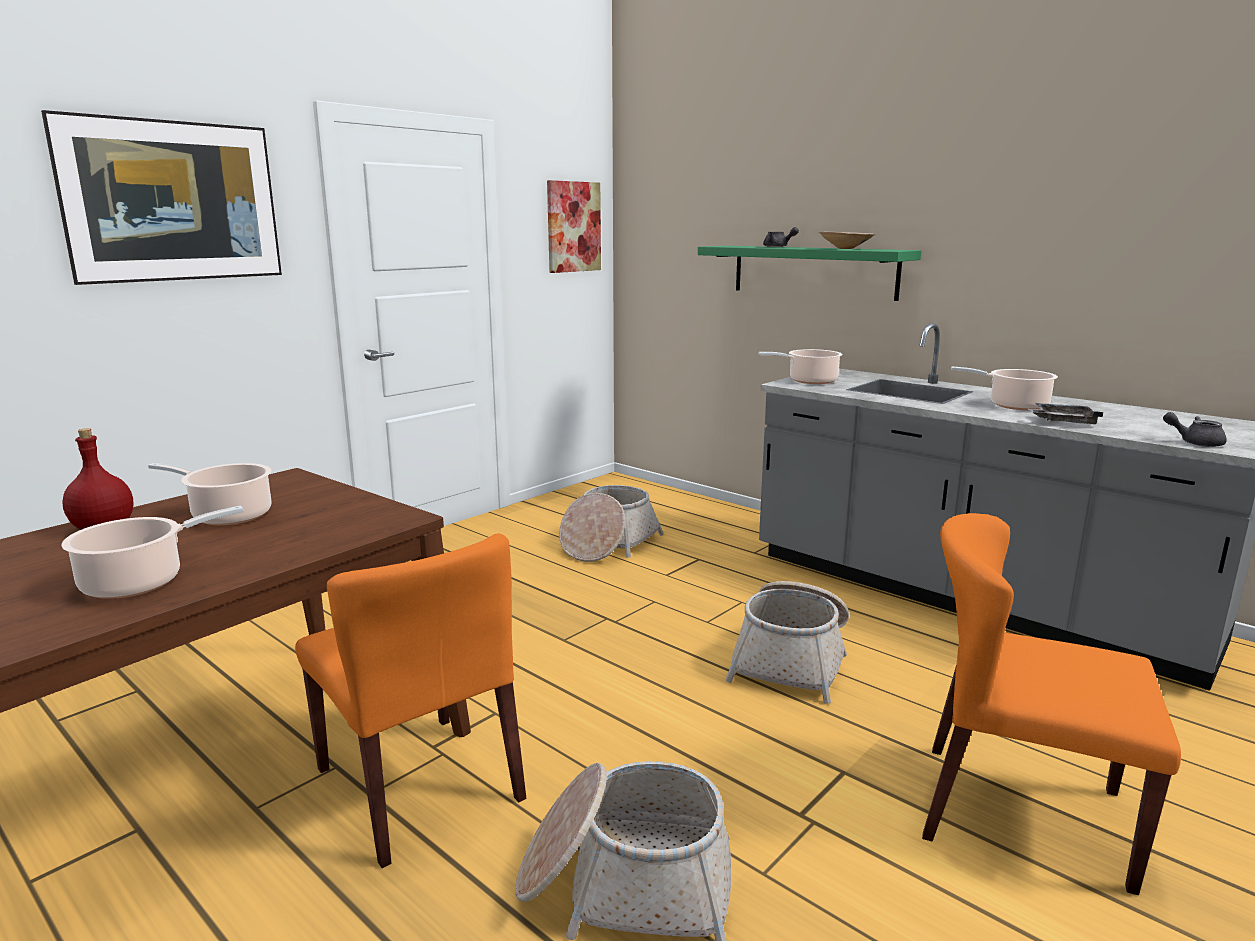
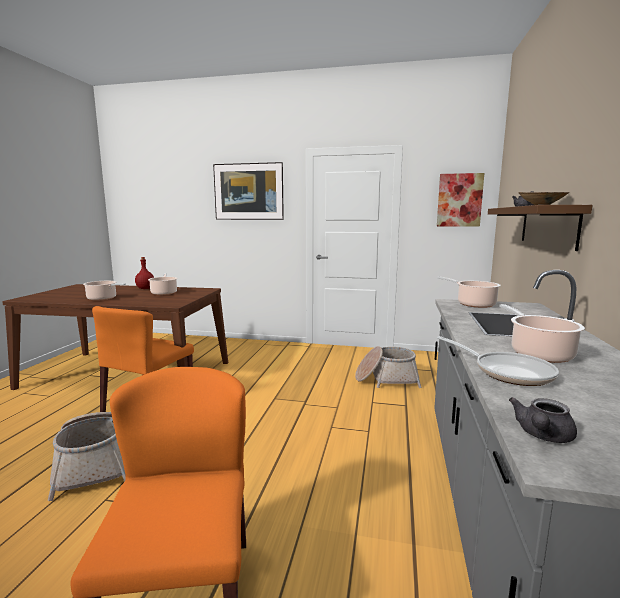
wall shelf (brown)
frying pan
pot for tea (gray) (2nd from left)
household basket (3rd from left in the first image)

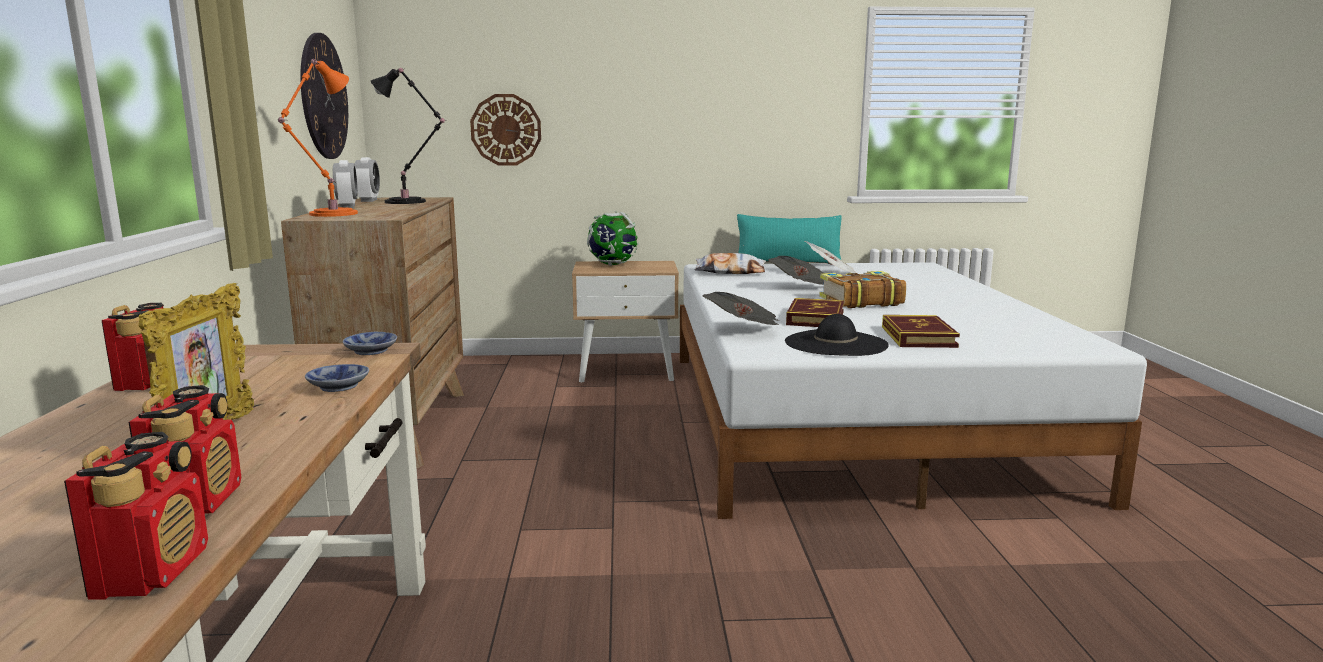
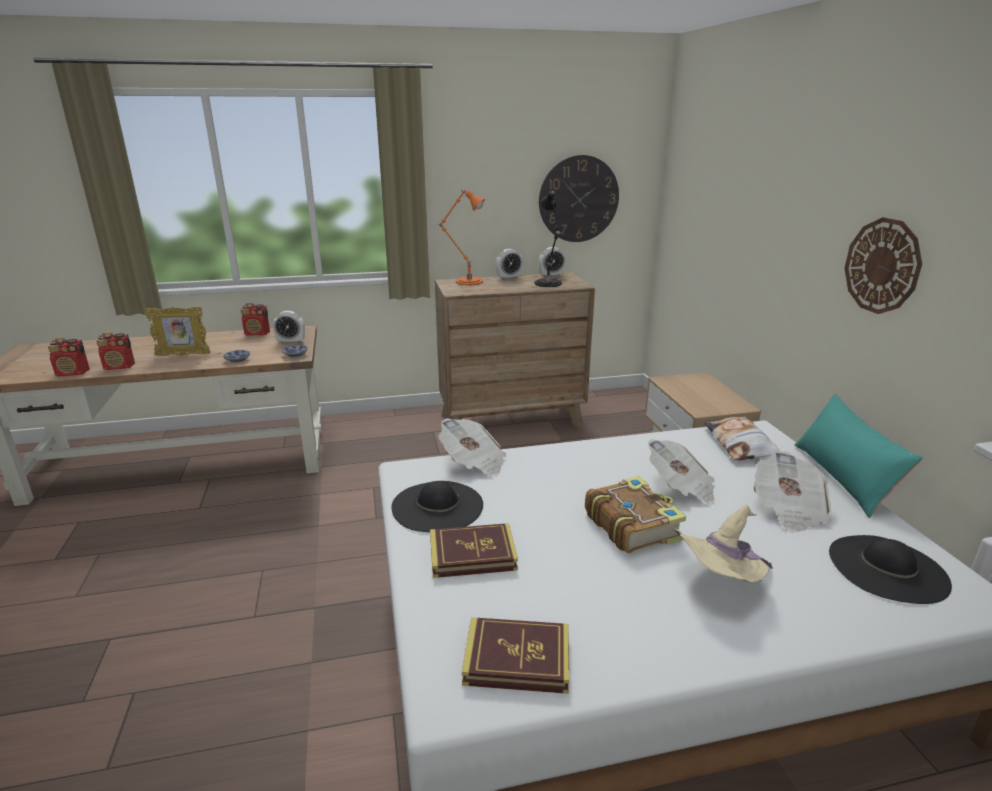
wall clock (2nd from left)
desk globe
bound book (2nd from left)
alarm clock (1st from left)
clothing hat (beige-coloured)
clothing hat (black) (2nd from left)

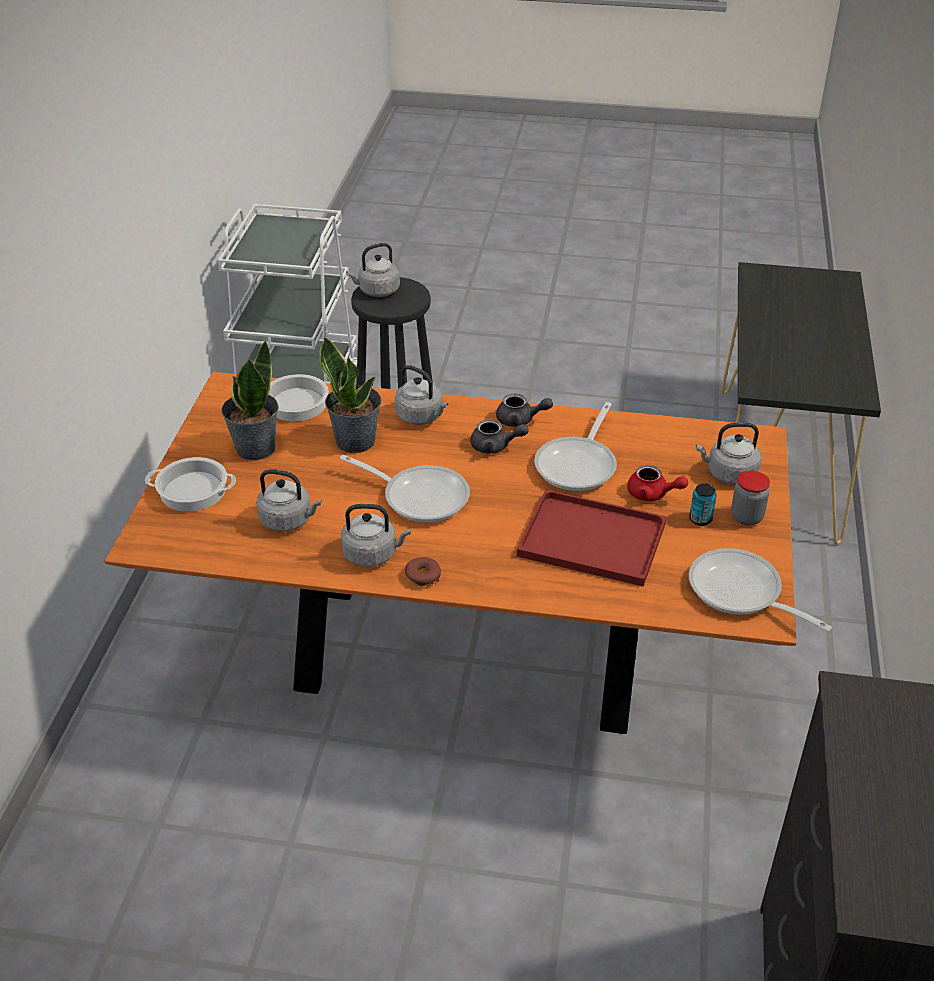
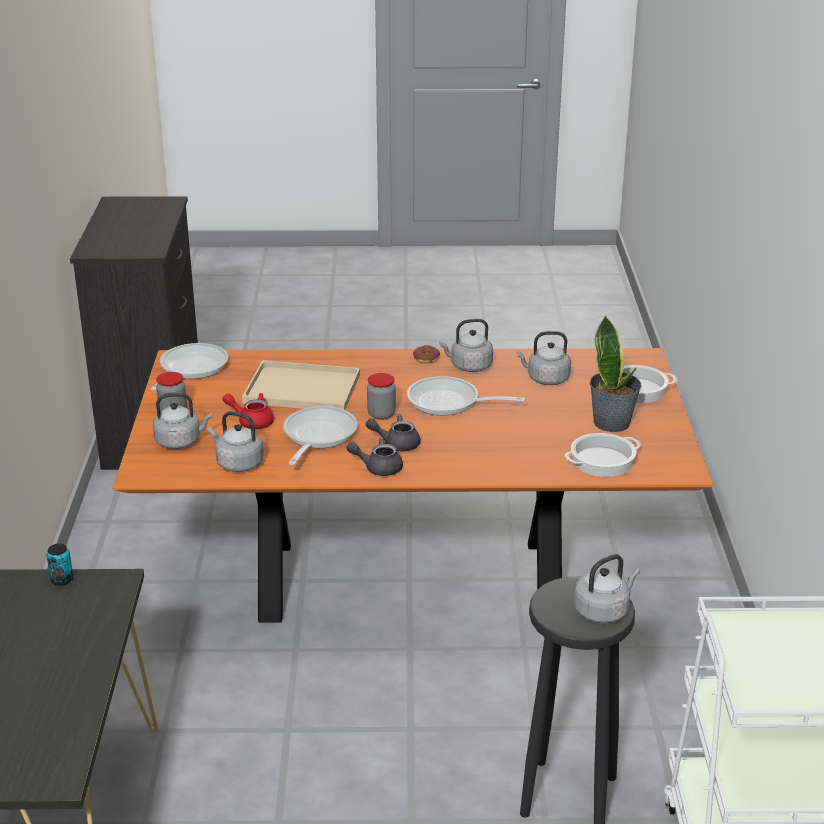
houseplant (2nd from left in the first image)
tea kettle (gray) (2nd from left)
metal can
tray (beige-coloured)
frying pan (1st from left)
preserve jar (2nd from left)

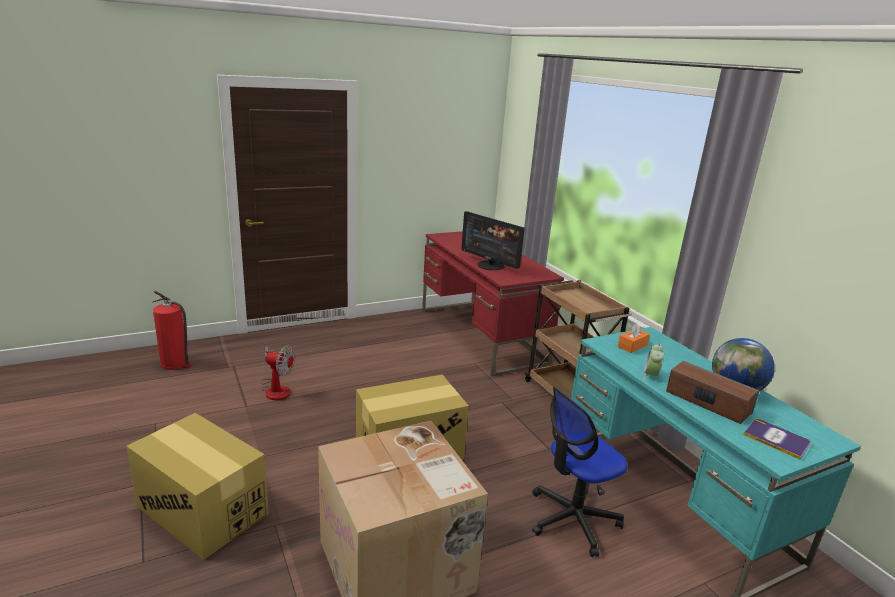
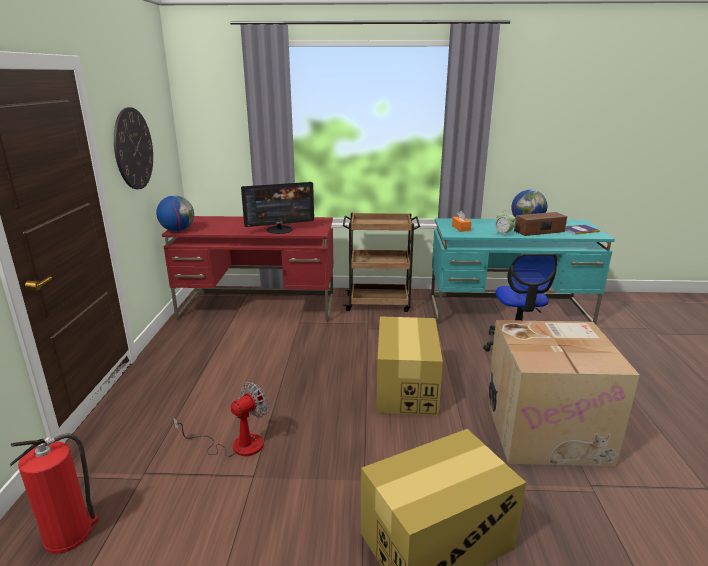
wall clock
desk globe (1st from left)

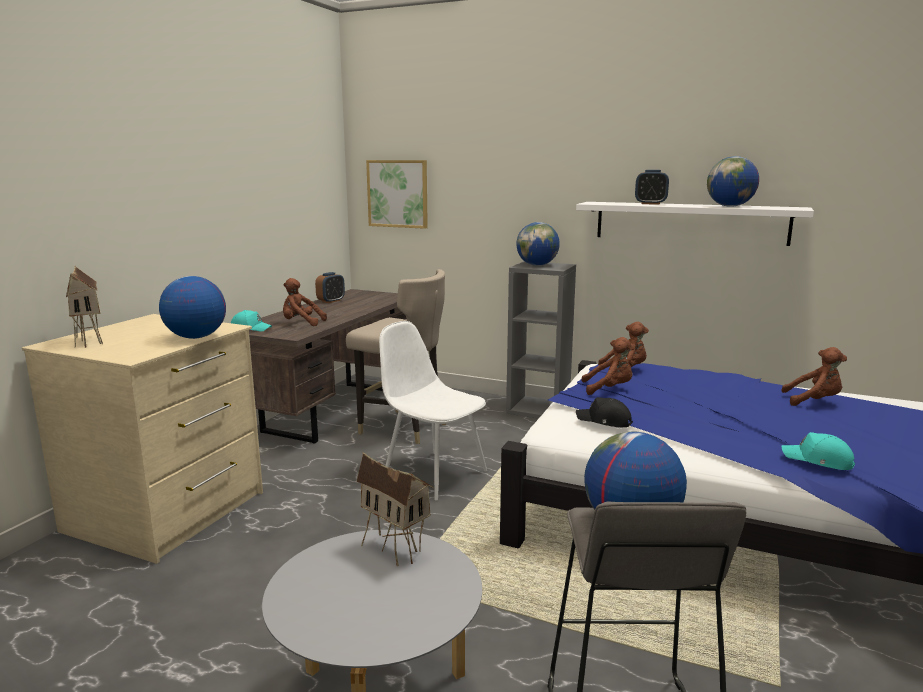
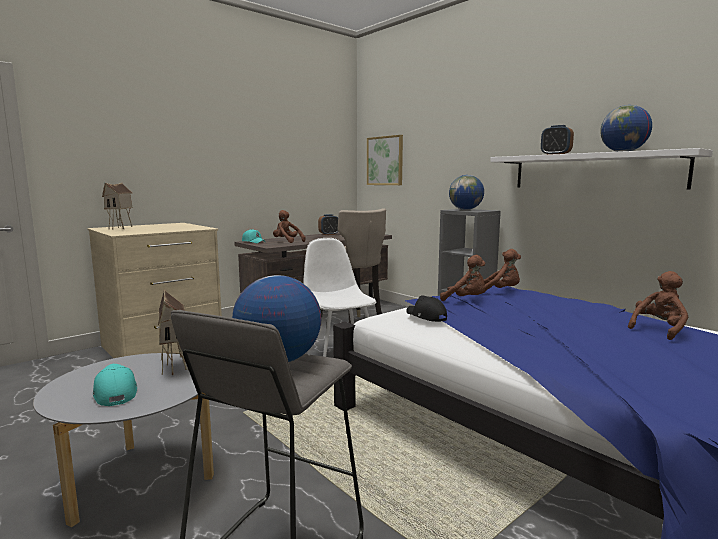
desk globe (1st from left in the first image)
soft toy (brown) (4th from left)
cap (turquoise) (1st from left)

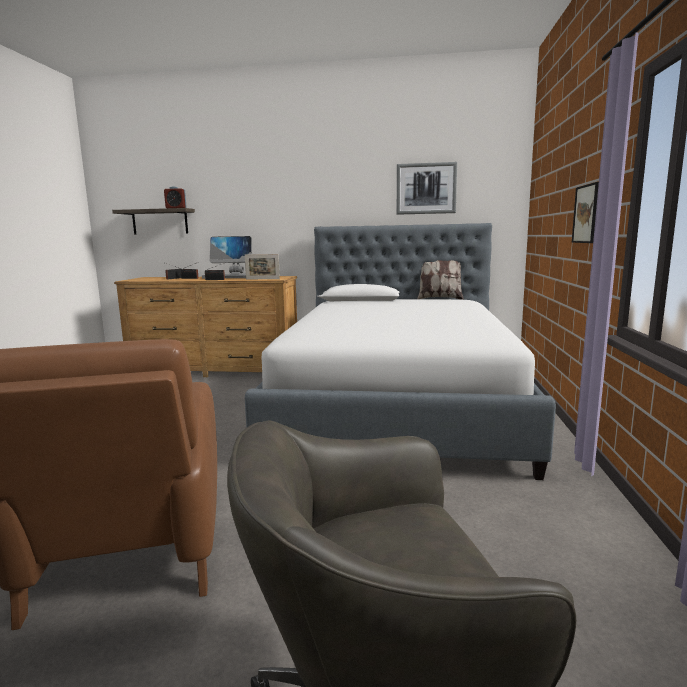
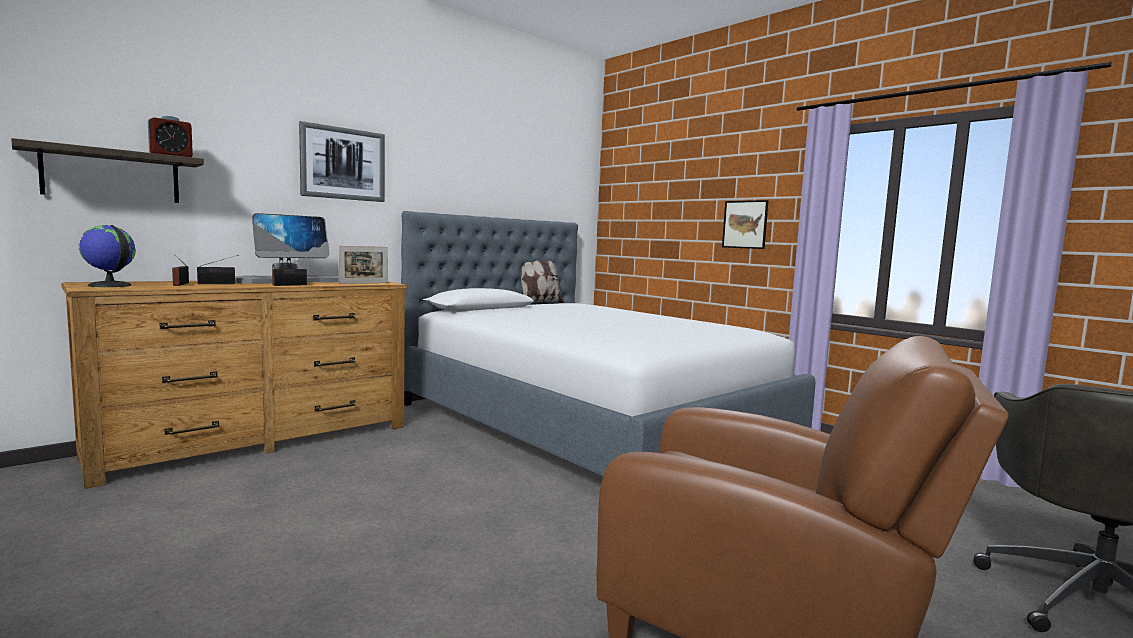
picture (1st from left)
desk globe

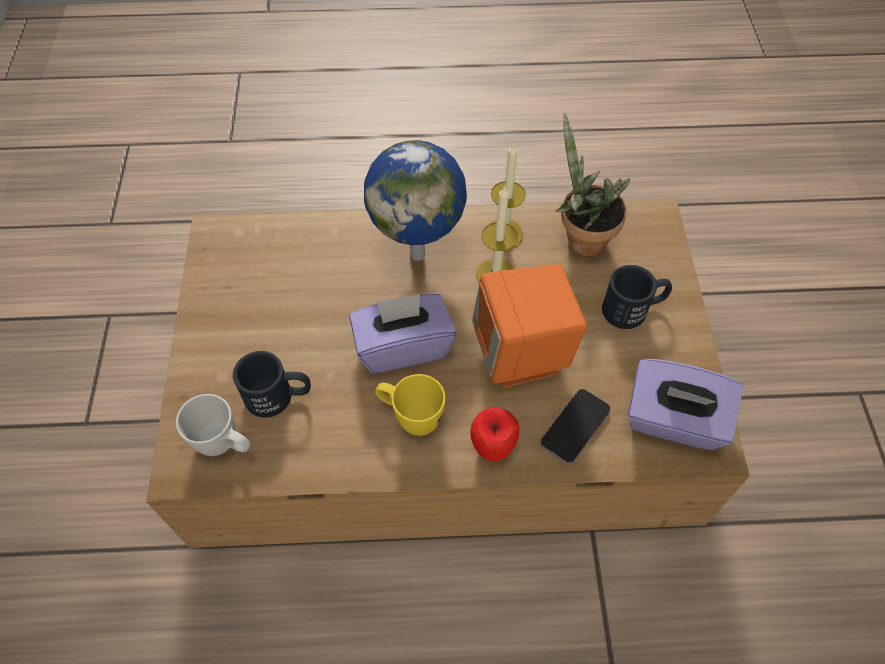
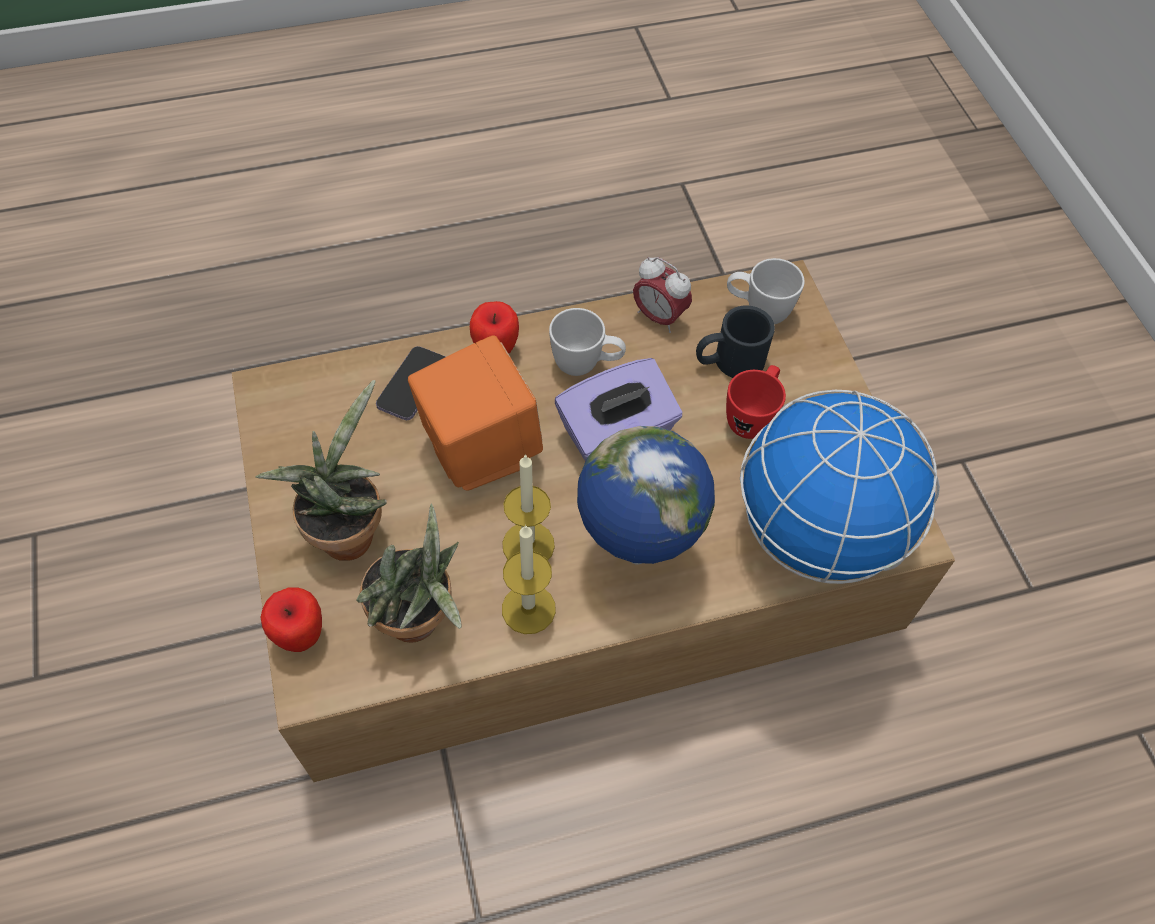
houseplant (1st from left)
tissue holder (purple) (2nd from left in the first image)
coffee mug (whitish) (1st from left)
alarm clock
coffee mug (red)
desk globe (2nd from left)
whole apple (1st from left)

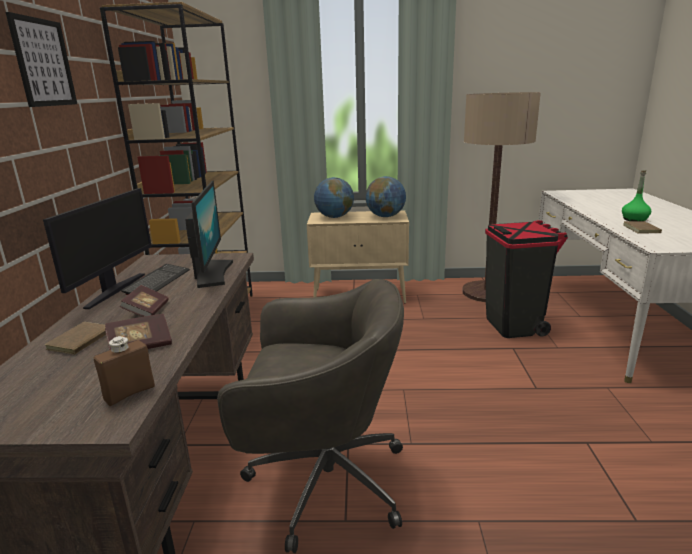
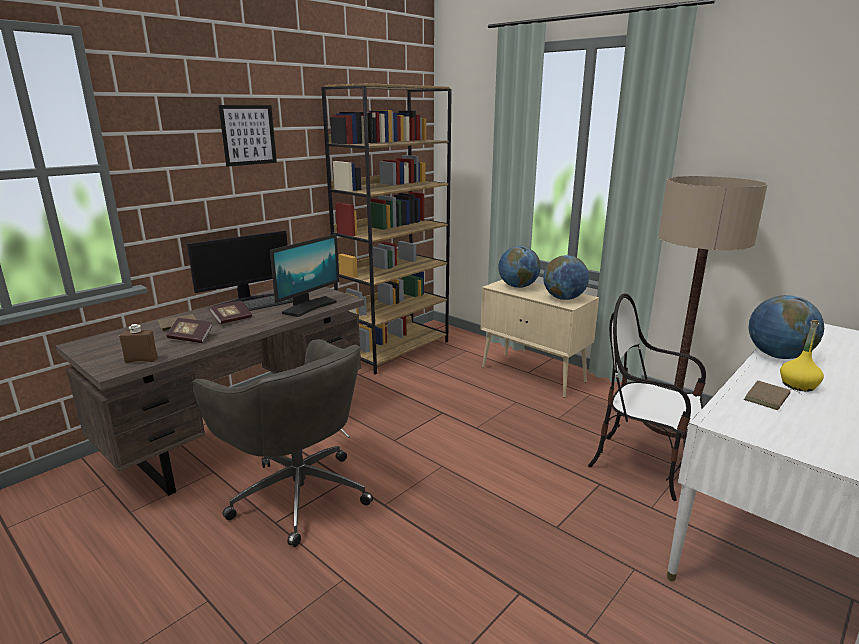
beverage bottle (yellowish)
plain chair
desk globe (3rd from left)

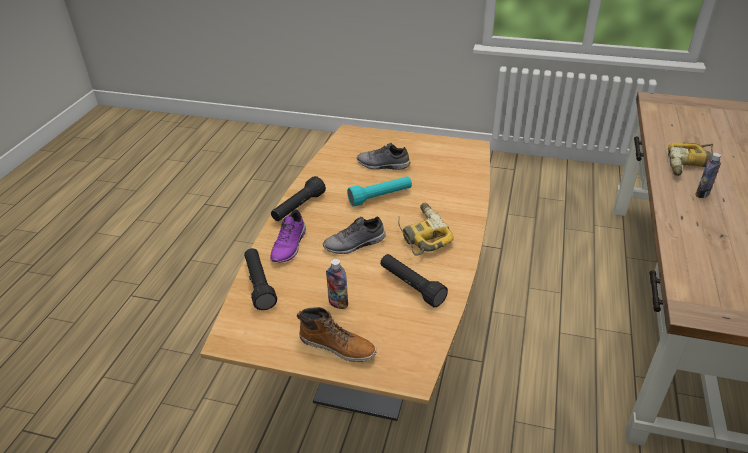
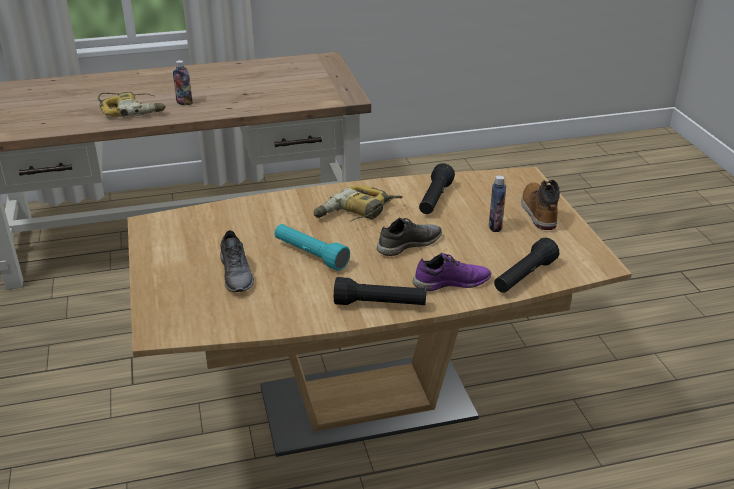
shoe (gray) (2nd from left)

